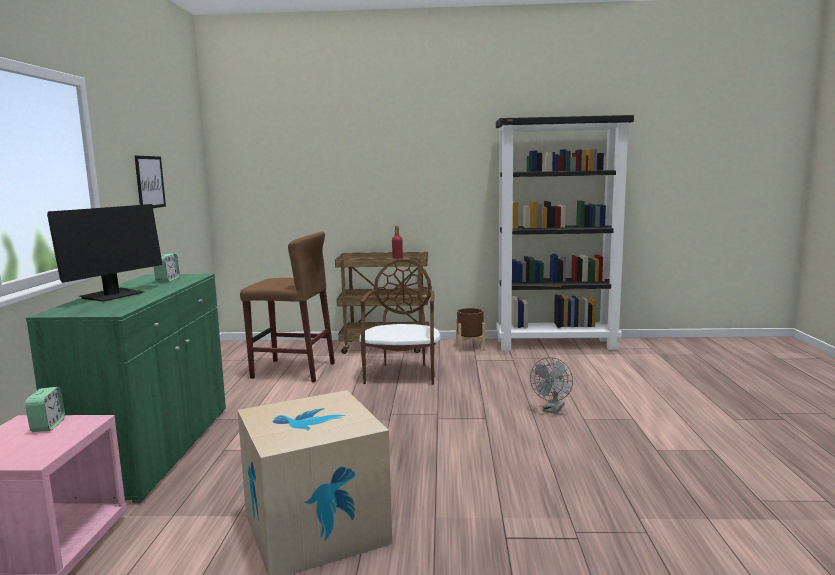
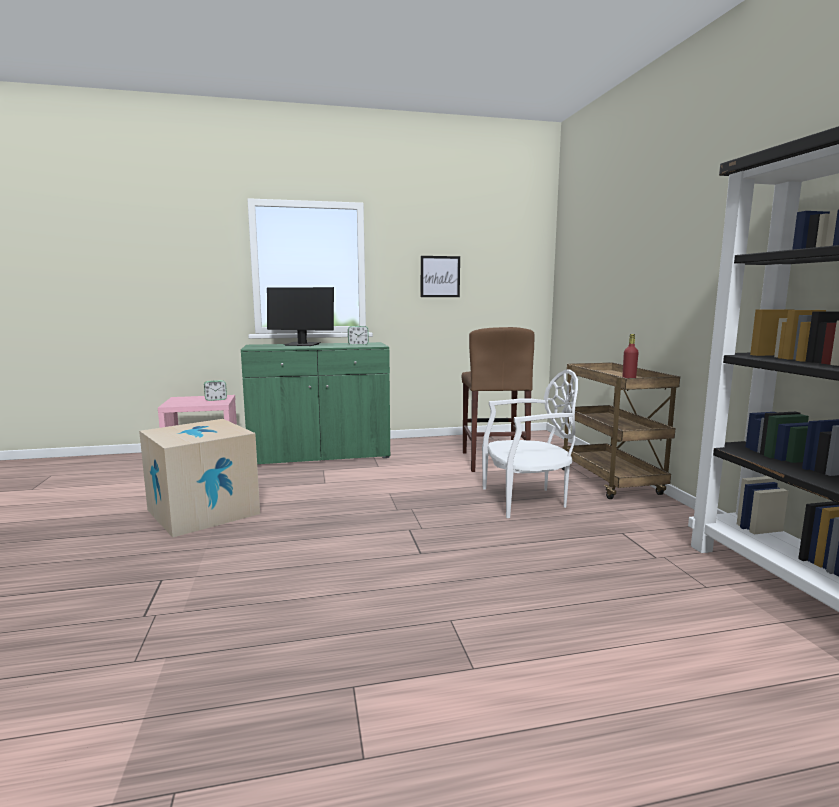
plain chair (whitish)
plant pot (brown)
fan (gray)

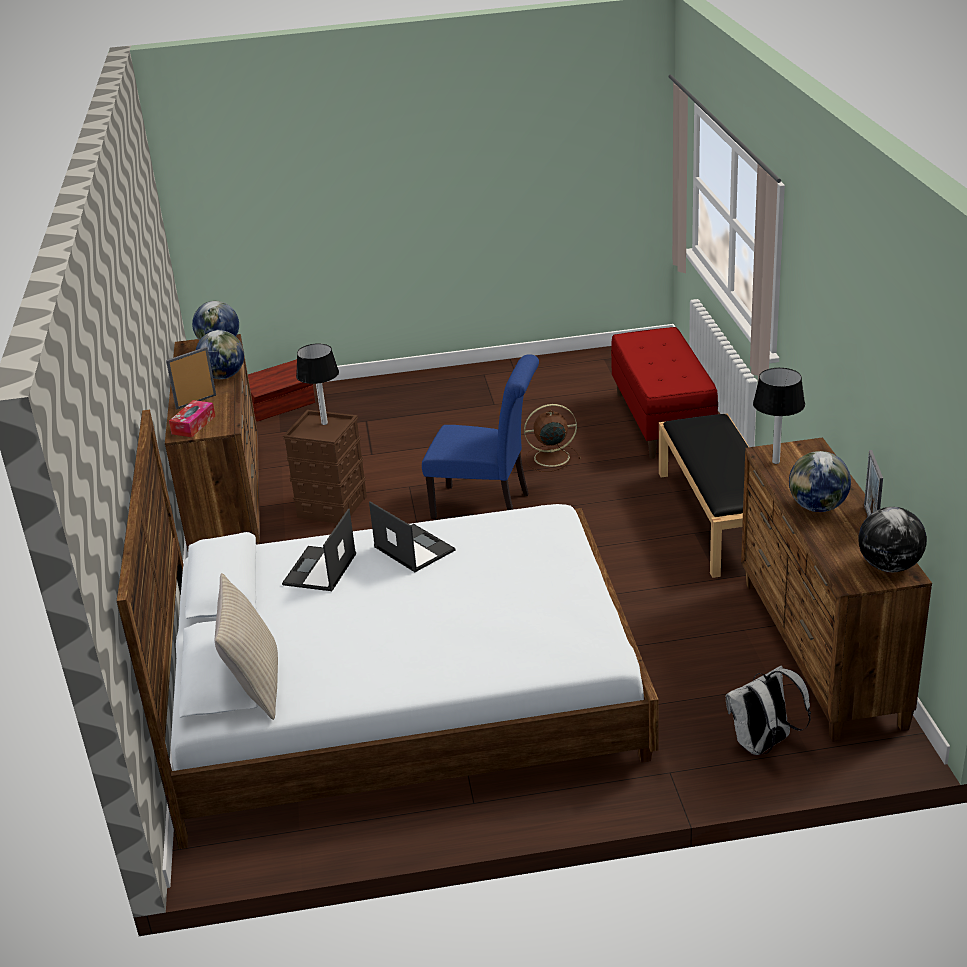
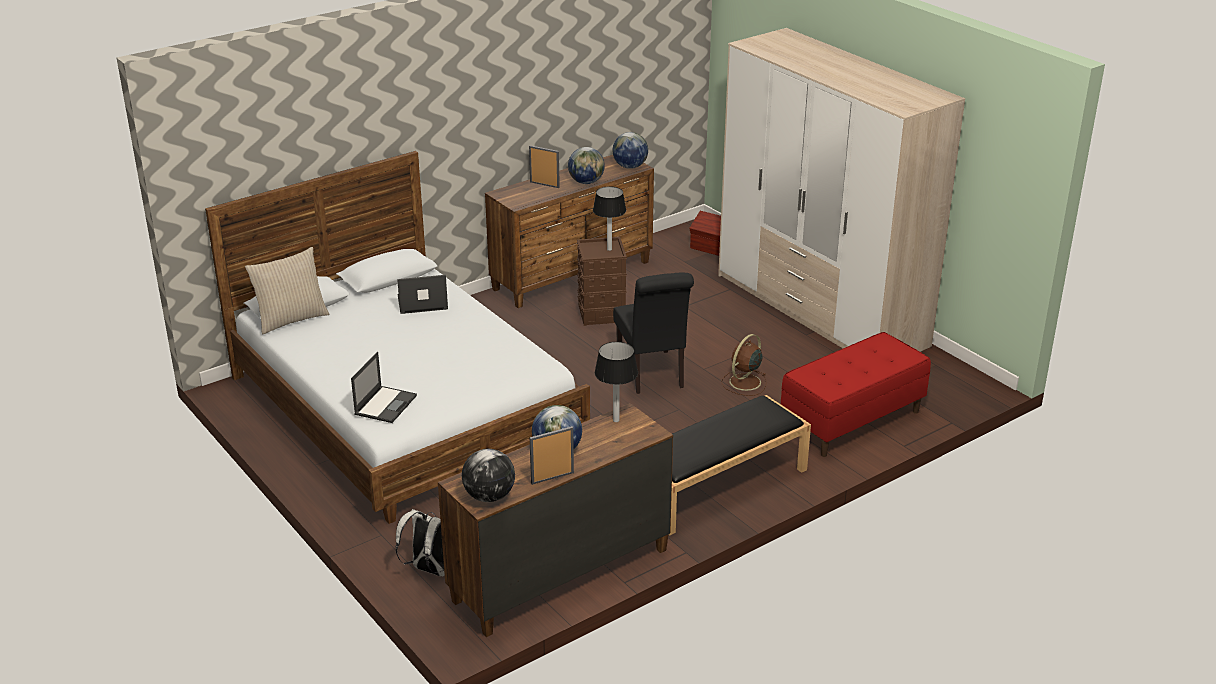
plain chair (black)
tissue holder
fan (brown)
portable computer (1st from left)
wardrobe

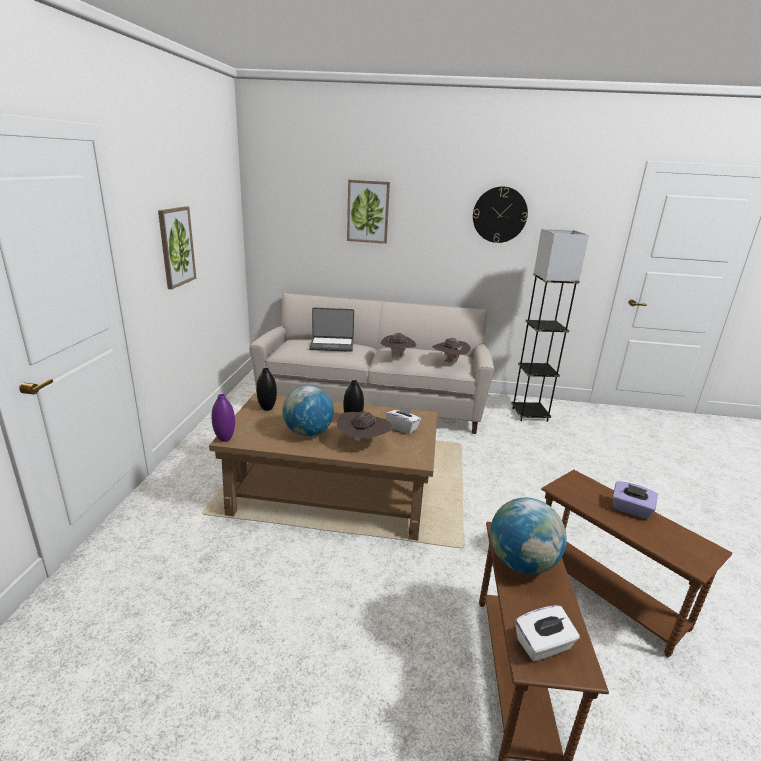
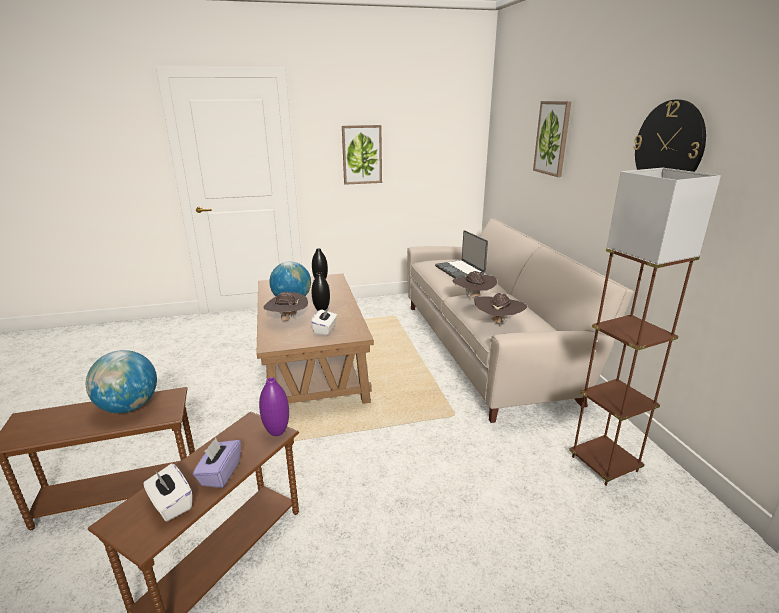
floor lamp (brown)
flower vase (purple)
tissue holder (whitish) (1st from left)

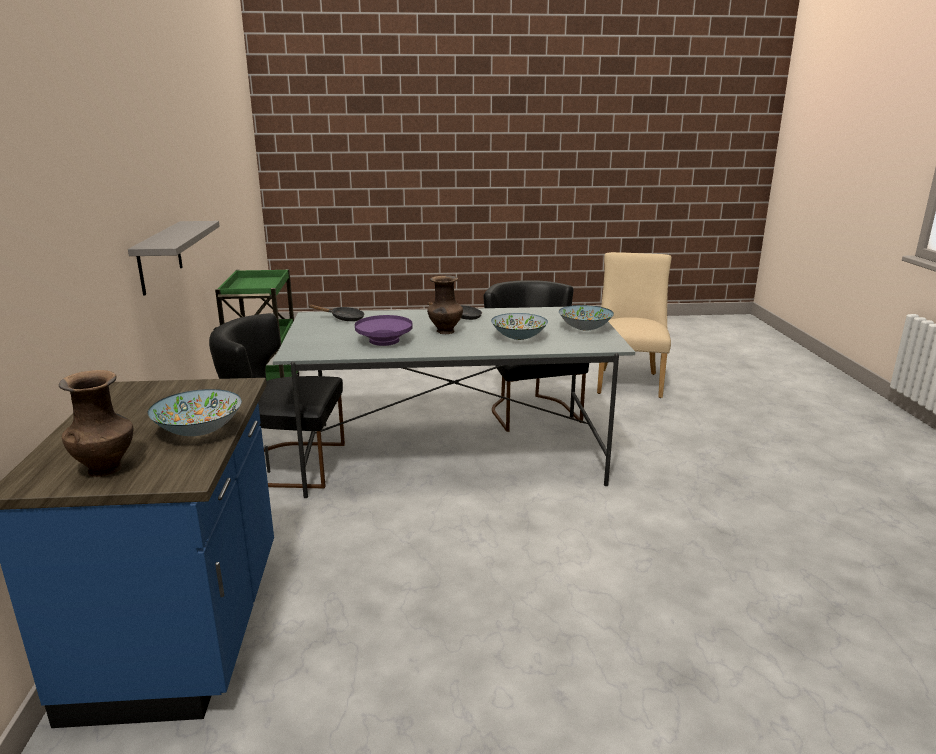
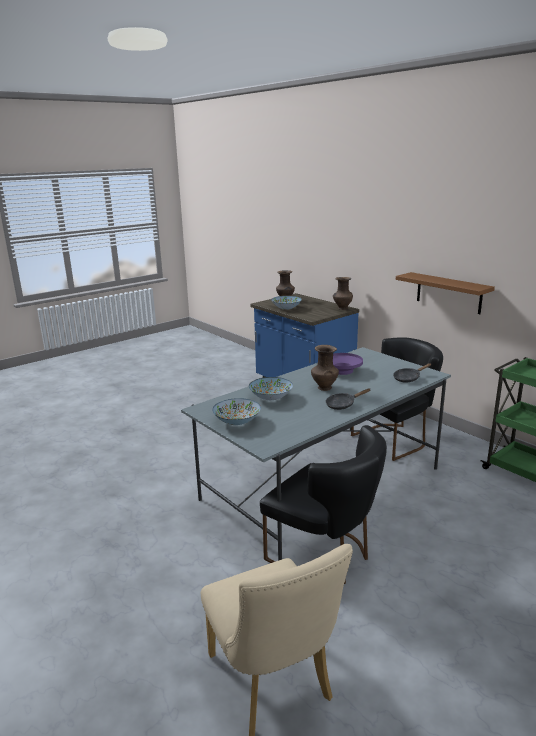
wall shelf (brown)
flower vase (brown) (3rd from left)

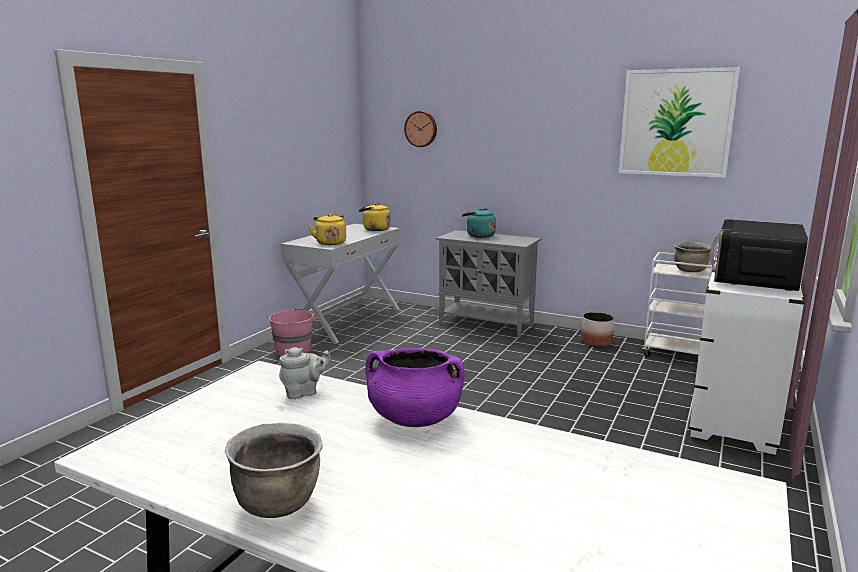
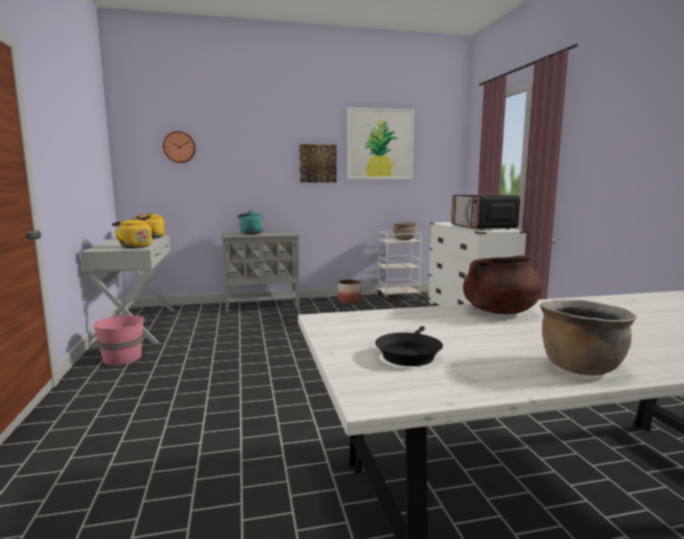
pot for tea (gray)
stockpot (brown) (2nd from left)
picture (1st from left)
frying pan (black)

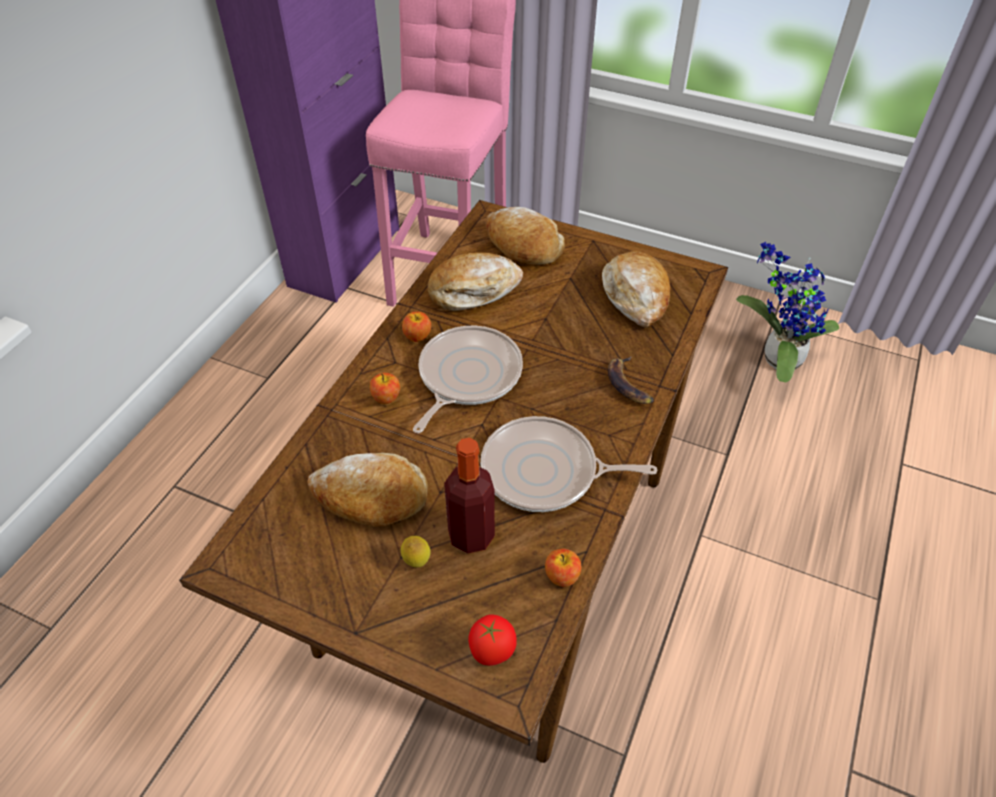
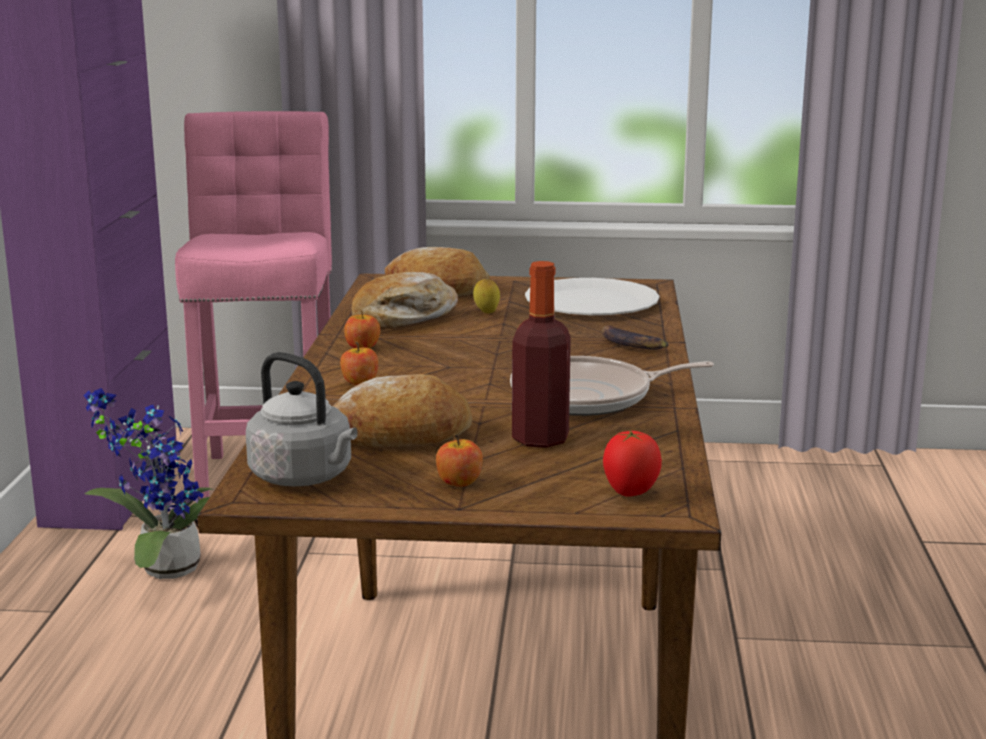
houseplant
dinner plate (whitish)
frying pan (1st from left in the first image)
lemon
whole apple (3rd from left)
tea kettle (gray)

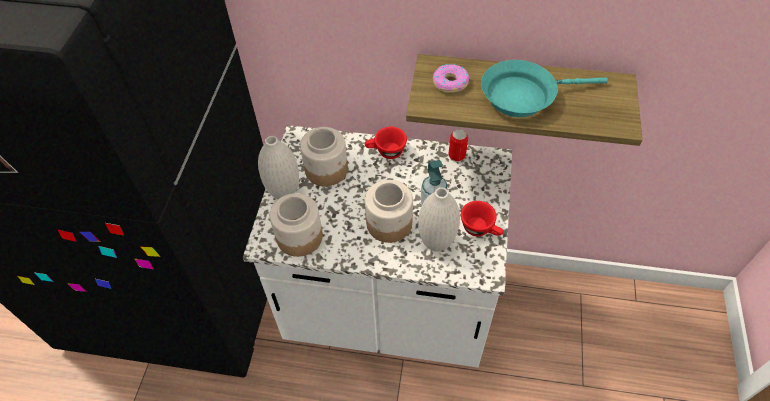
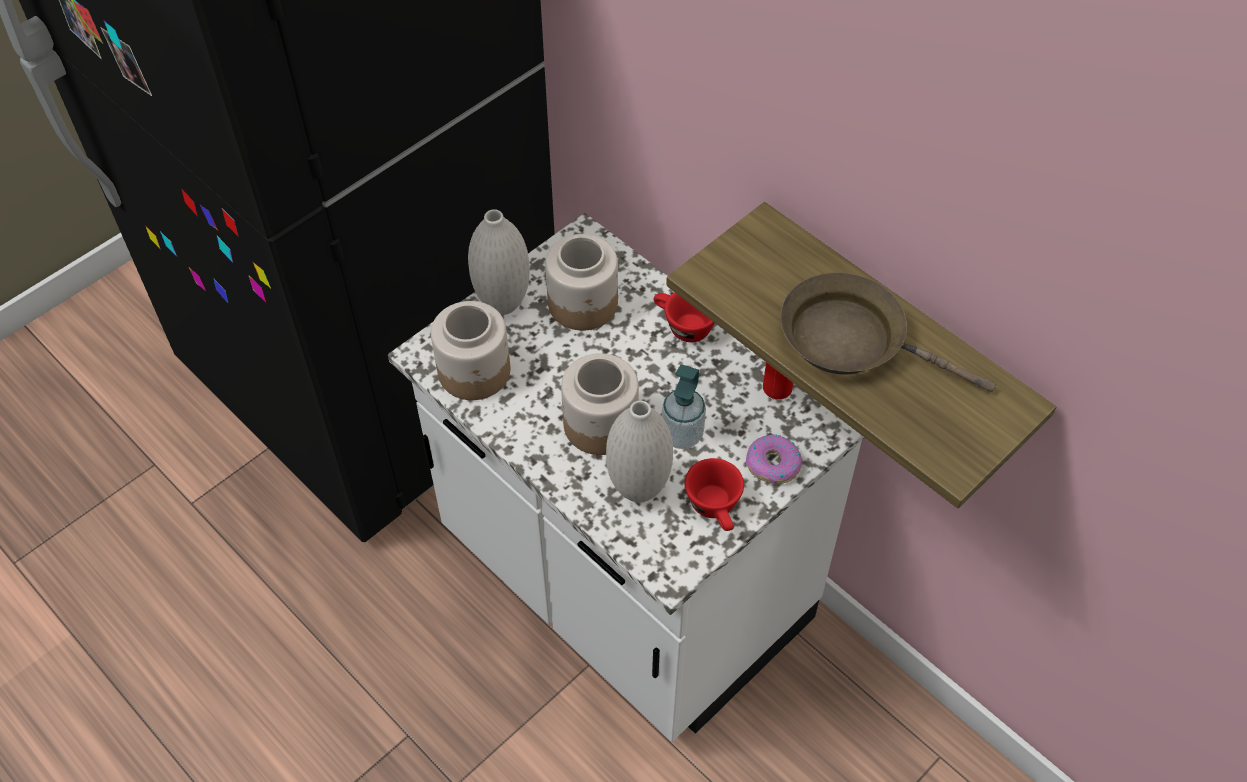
frying pan (brown)
donut

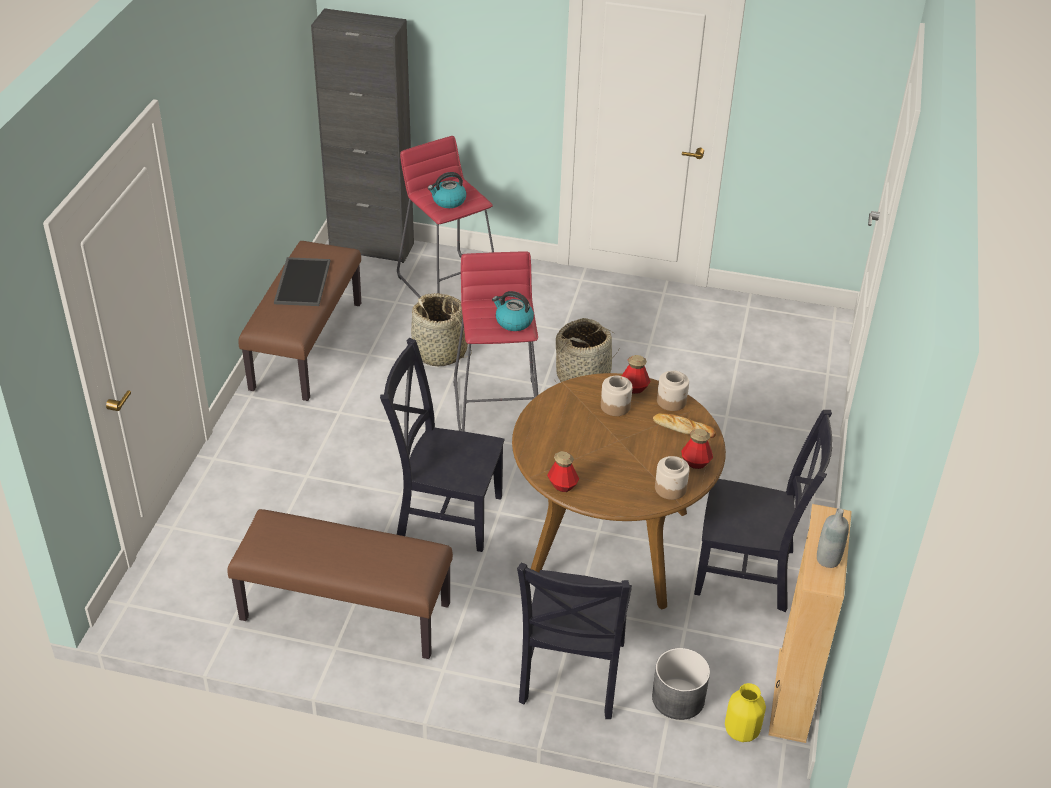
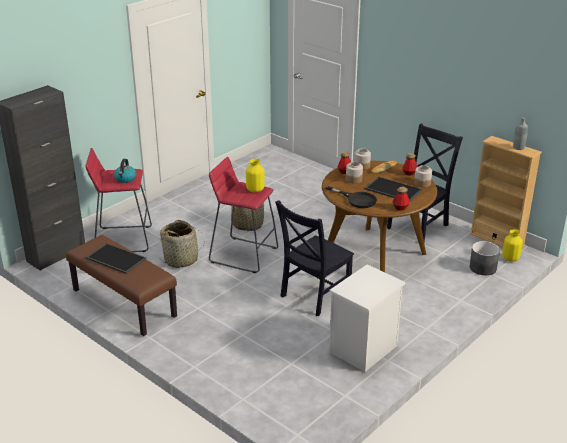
flower vase (yellowish) (1st from left)
nightstand (whitish)
plain chair (black) (2nd from left in the first image)
tray (2nd from left)
frying pan (black)

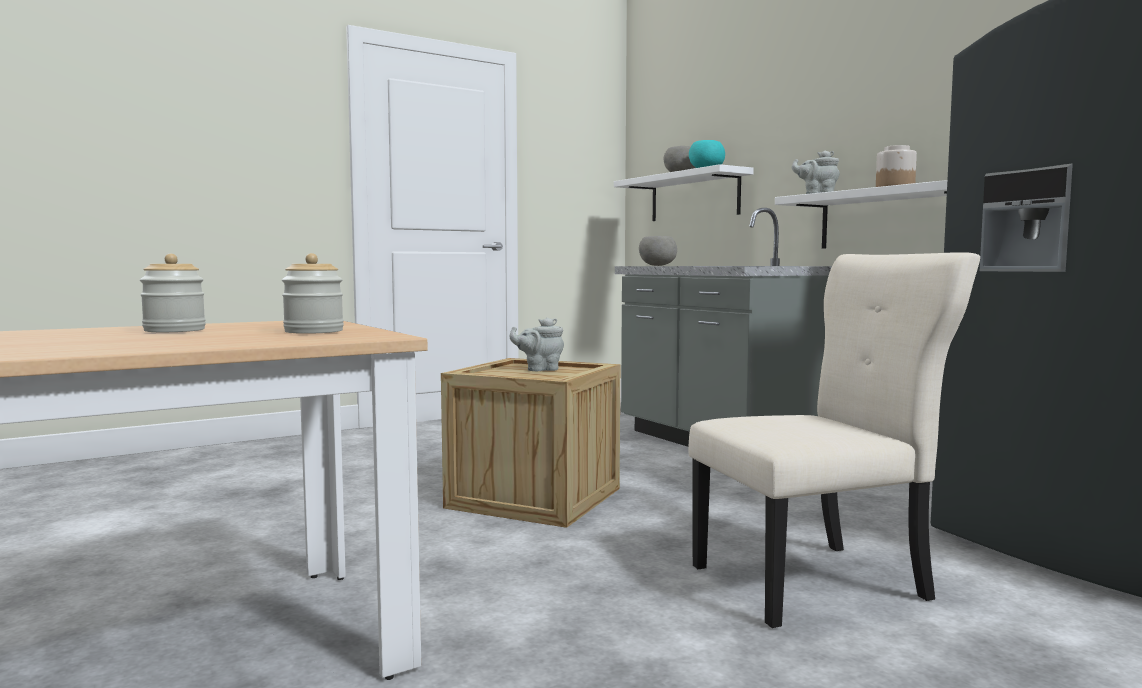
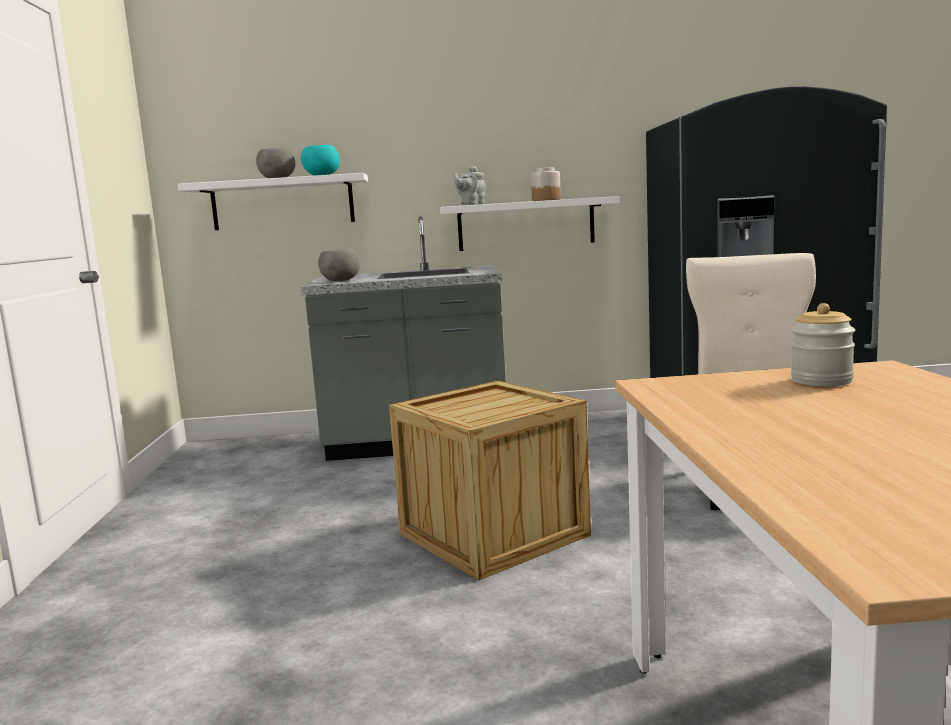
preserve jar (1st from left in the first image)
pot for tea (gray) (1st from left in the first image)

